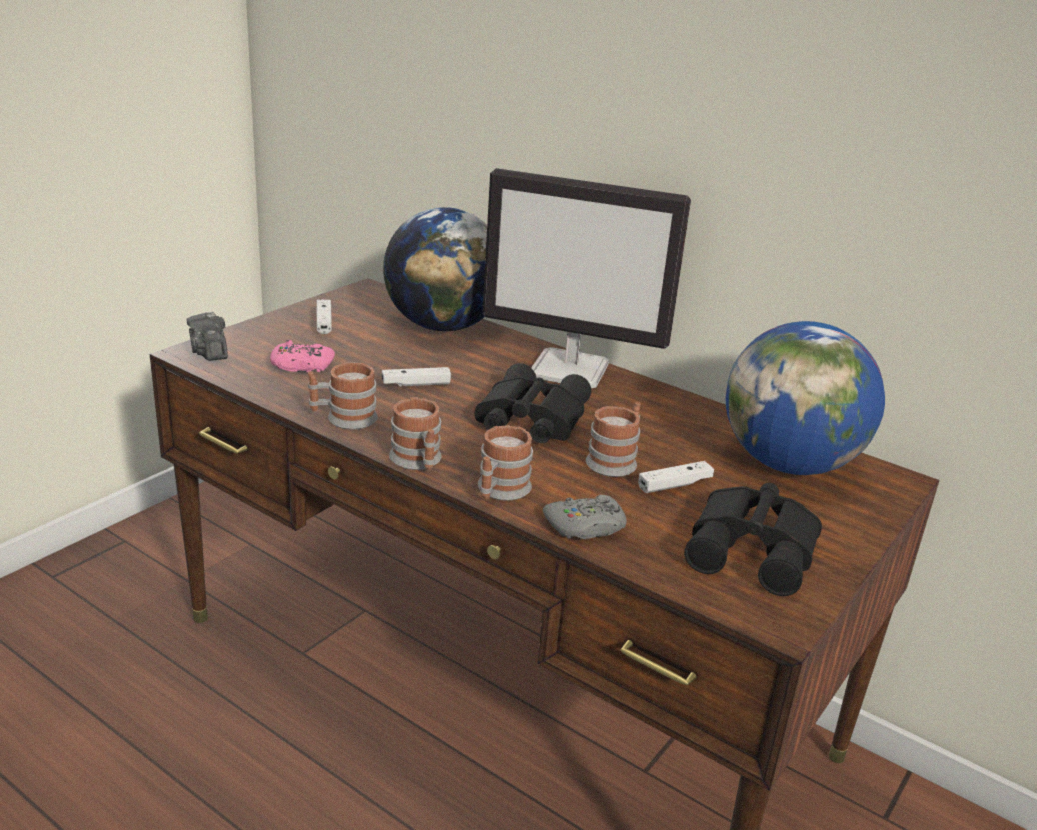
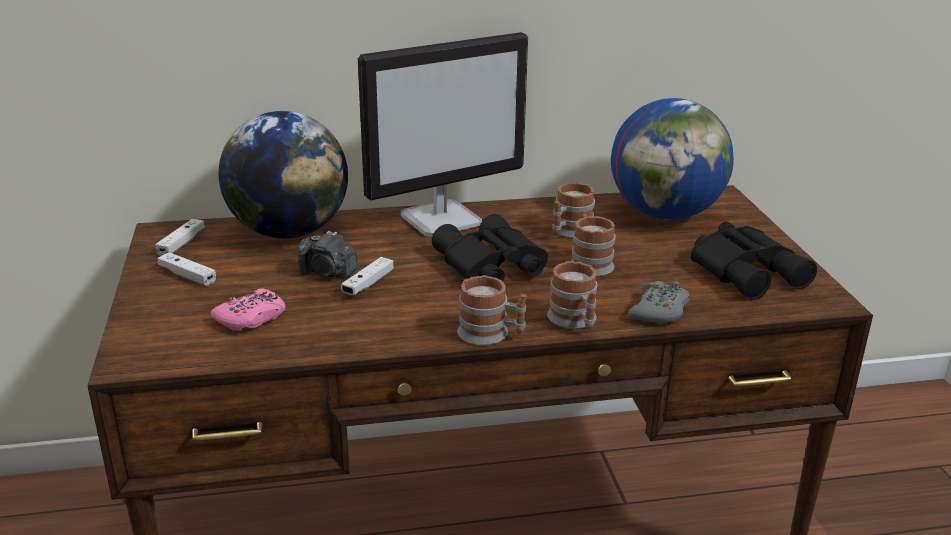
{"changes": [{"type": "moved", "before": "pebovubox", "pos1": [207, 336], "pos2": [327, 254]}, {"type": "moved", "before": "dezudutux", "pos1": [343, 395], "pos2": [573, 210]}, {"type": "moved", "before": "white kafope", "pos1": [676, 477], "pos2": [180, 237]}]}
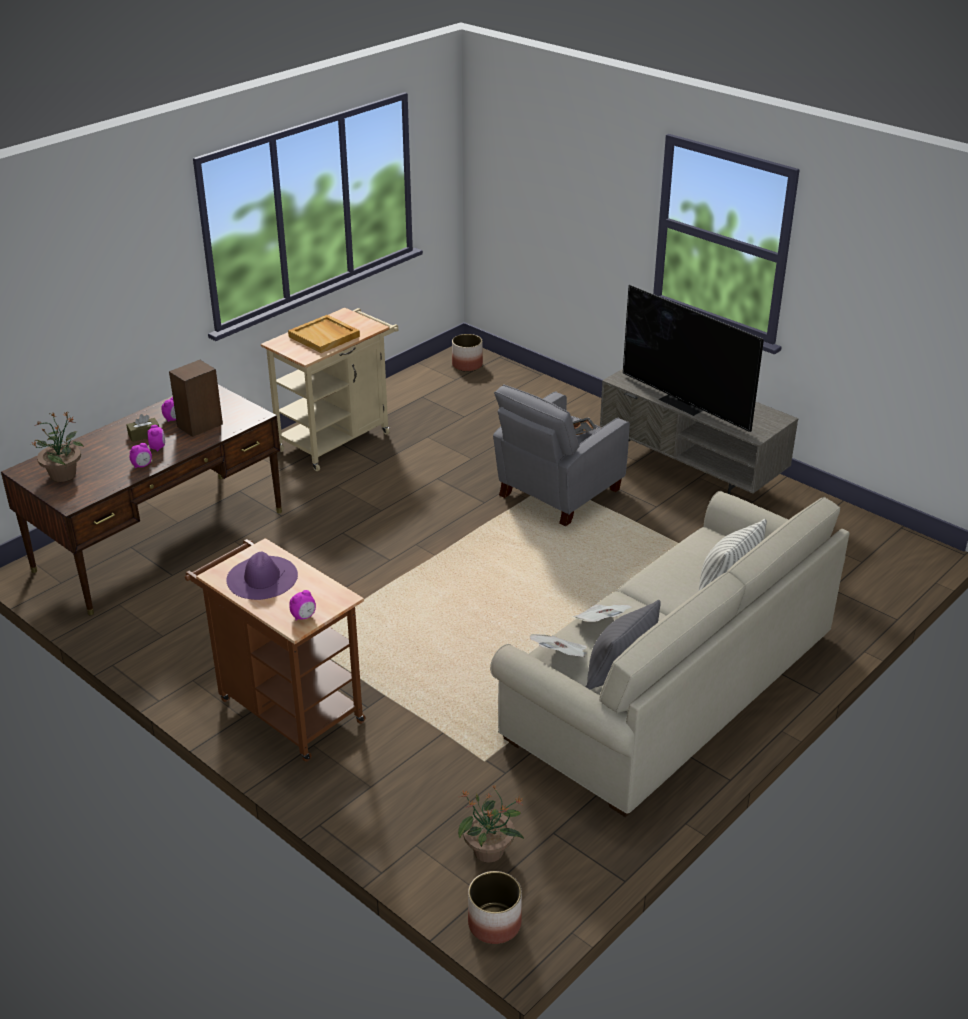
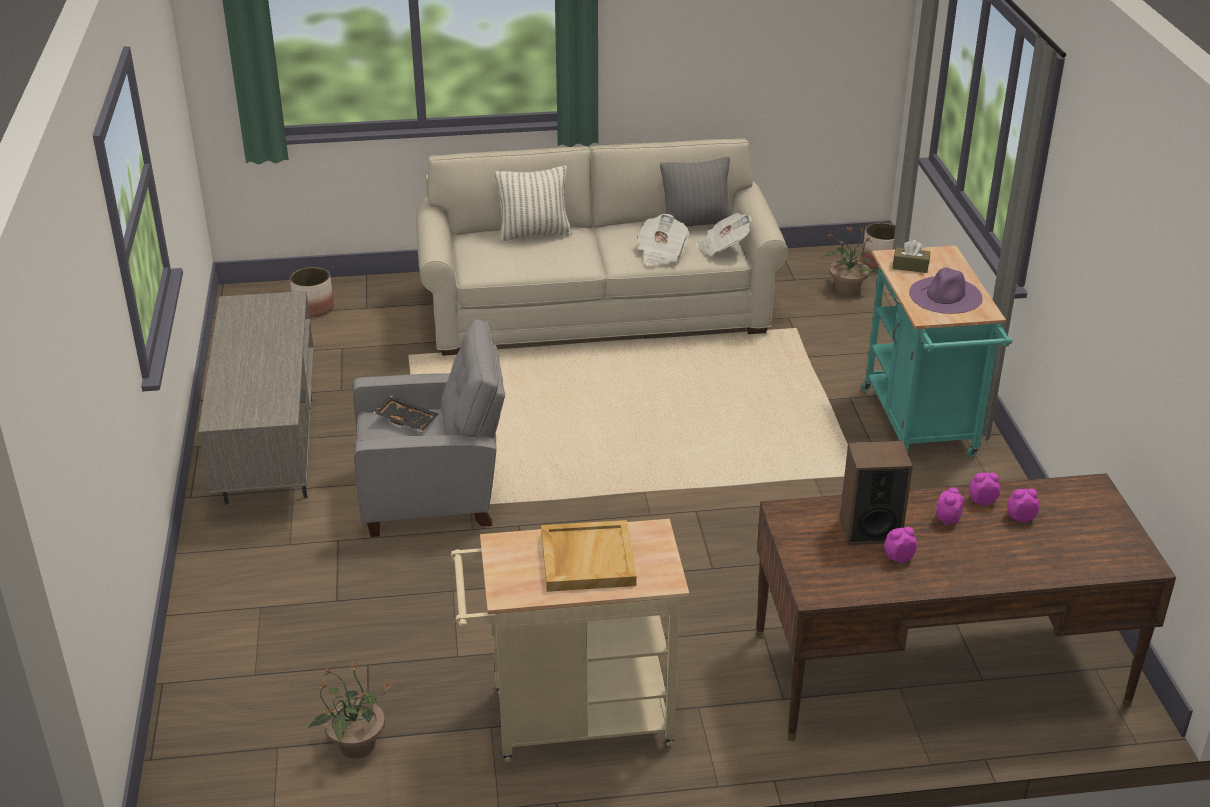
{"changes": [{"type": "moved", "before": "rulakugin", "pos1": [57, 446], "pos2": [349, 709]}, {"type": "moved", "before": "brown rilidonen", "pos1": [142, 428], "pos2": [911, 256]}, {"type": "recoloured", "before": "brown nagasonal", "after": "turquoise nagasonal", "pos1": [275, 650], "pos2": [936, 351]}, {"type": "moved", "before": "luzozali", "pos1": [303, 605], "pos2": [1023, 505]}, {"type": "moved", "before": "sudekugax", "pos1": [467, 353], "pos2": [312, 292]}, {"type": "removed", "before": "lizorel", "pos1": [693, 358]}]}
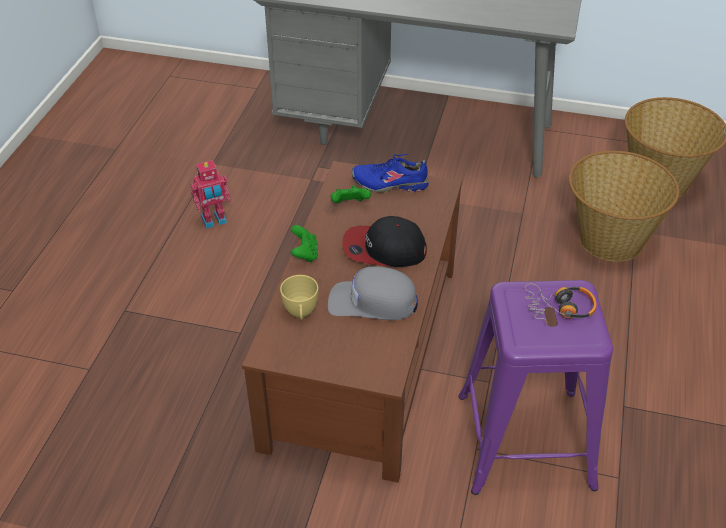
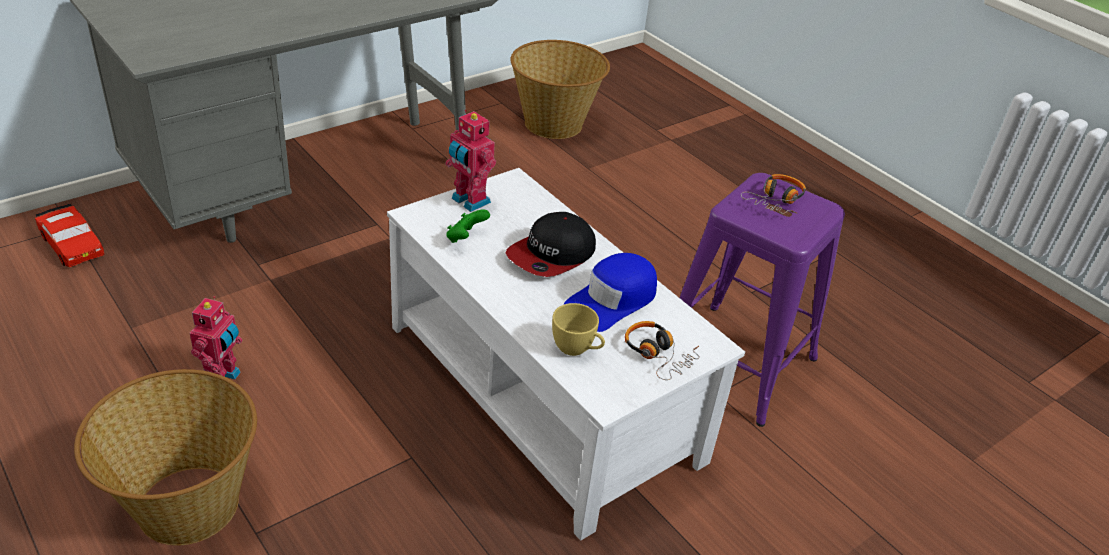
{"changes": [{"type": "recoloured", "before": "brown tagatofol", "after": "white tagatofol", "pos1": [352, 322], "pos2": [566, 354]}, {"type": "removed", "before": "green kafope", "pos1": [304, 243]}, {"type": "recoloured", "before": "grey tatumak", "after": "blue tatumak", "pos1": [373, 293], "pos2": [610, 292]}, {"type": "replaced", "before": "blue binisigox", "after": "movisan", "pos1": [390, 173], "pos2": [470, 161]}, {"type": "moved", "before": "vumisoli", "pos1": [624, 206], "pos2": [165, 457]}, {"type": "added", "after": "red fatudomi", "pos2": [69, 235]}, {"type": "added", "after": "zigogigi", "pos2": [662, 350]}]}
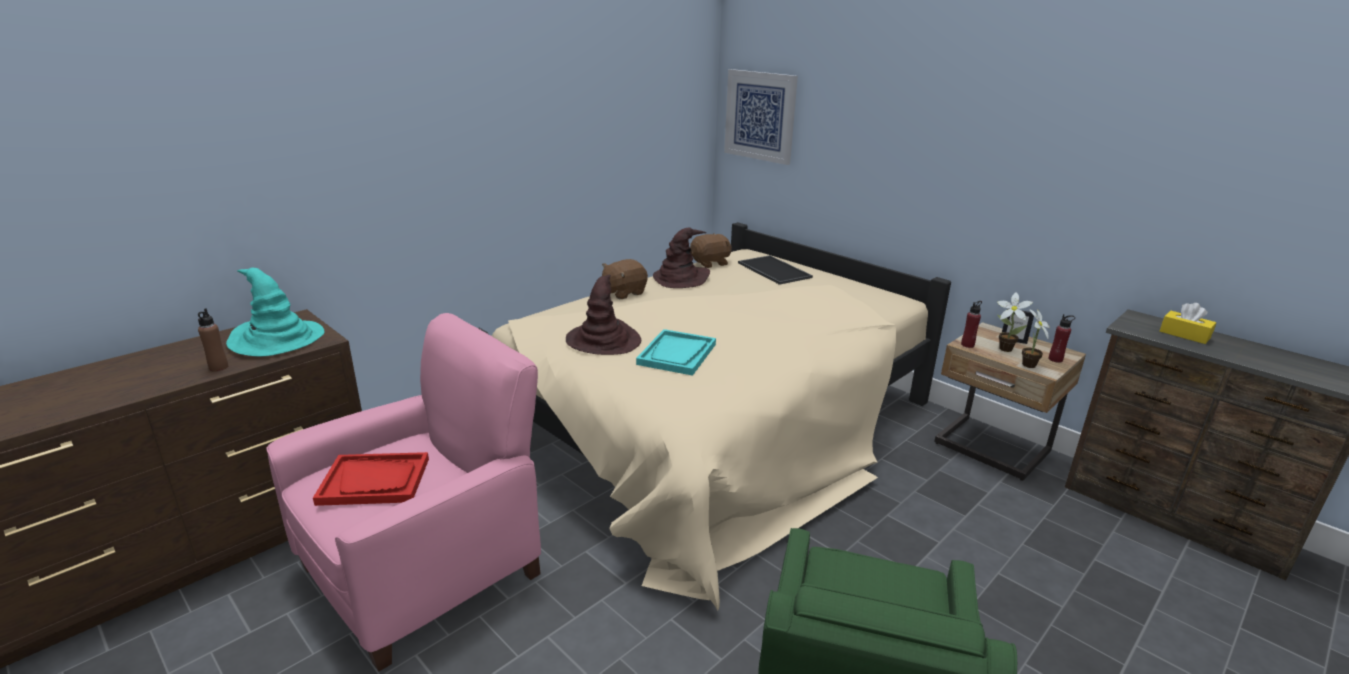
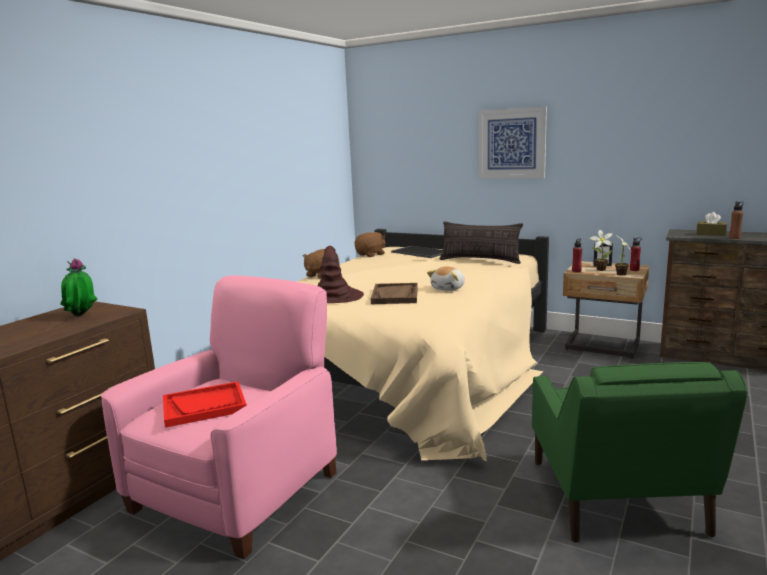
{"changes": [{"type": "moved", "before": "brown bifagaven", "pos1": [213, 339], "pos2": [736, 220]}, {"type": "replaced", "before": "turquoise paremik", "after": "rulakugin", "pos1": [275, 312], "pos2": [78, 287]}, {"type": "recoloured", "before": "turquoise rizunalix", "after": "brown rizunalix", "pos1": [676, 352], "pos2": [394, 293]}, {"type": "removed", "before": "brown paremik", "pos1": [681, 258]}, {"type": "moved", "before": "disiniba", "pos1": [761, 117], "pos2": [513, 142]}, {"type": "recoloured", "before": "yellow rilidonen", "after": "brown rilidonen", "pos1": [1188, 323], "pos2": [711, 224]}, {"type": "added", "after": "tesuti", "pos2": [446, 279]}, {"type": "added", "after": "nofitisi", "pos2": [481, 242]}]}
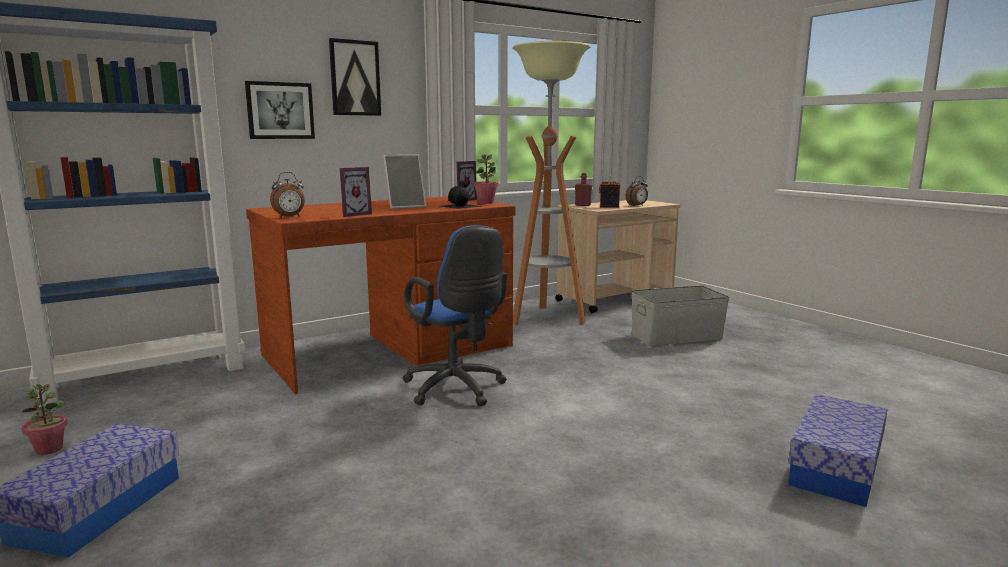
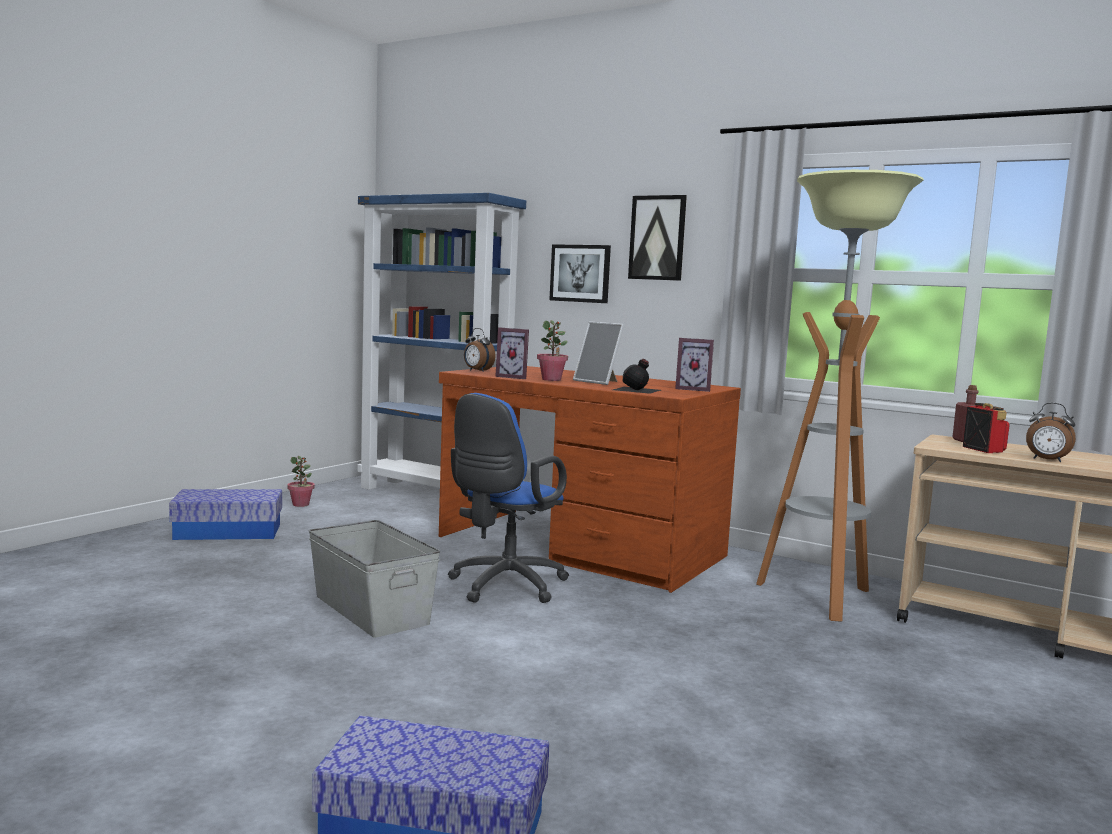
{"changes": [{"type": "moved", "before": "rulakugin", "pos1": [486, 179], "pos2": [552, 350]}, {"type": "moved", "before": "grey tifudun", "pos1": [680, 316], "pos2": [374, 579]}]}
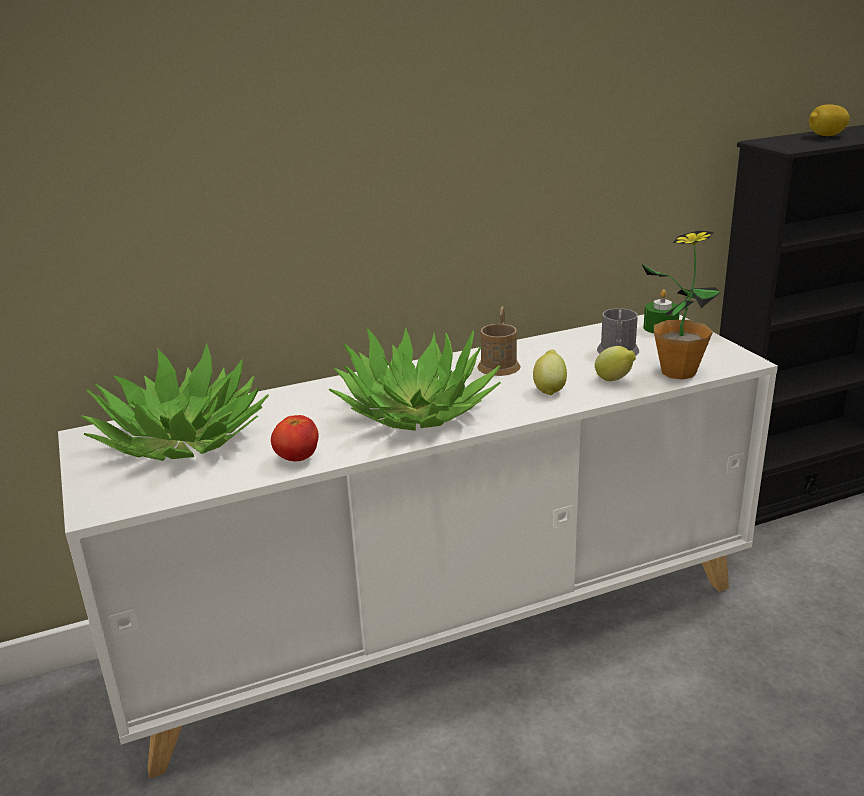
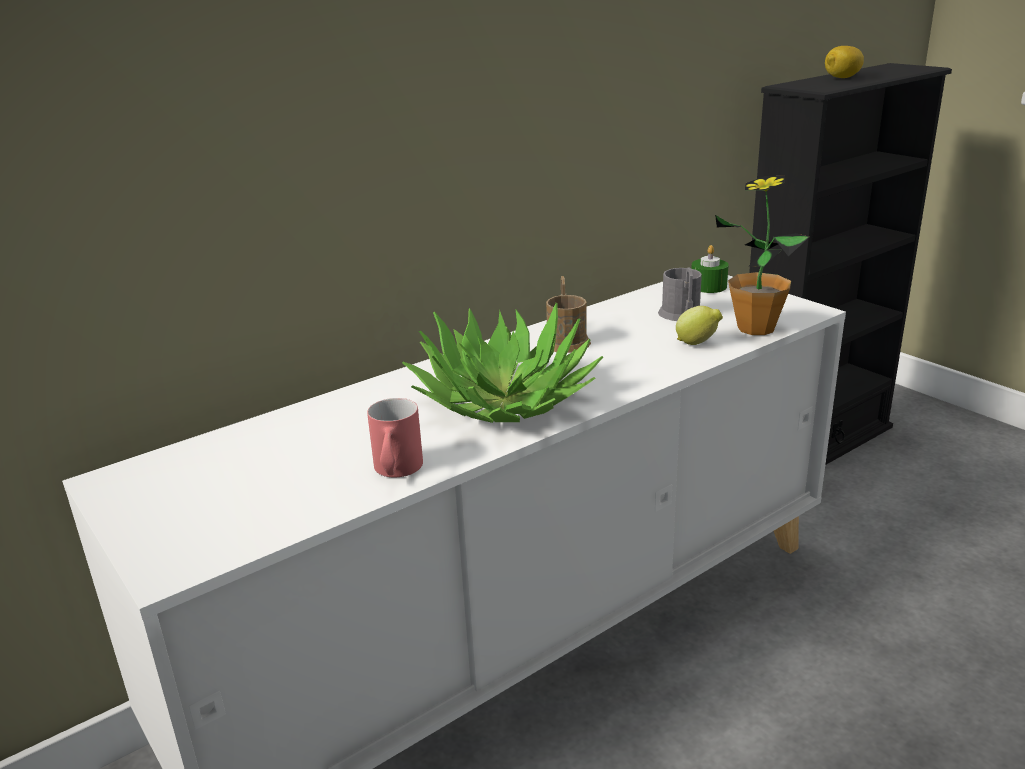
{"changes": [{"type": "removed", "before": "rulakugin", "pos1": [174, 402]}, {"type": "replaced", "before": "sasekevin", "after": "red dezudutux", "pos1": [294, 438], "pos2": [395, 437]}, {"type": "removed", "before": "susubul", "pos1": [550, 372]}]}
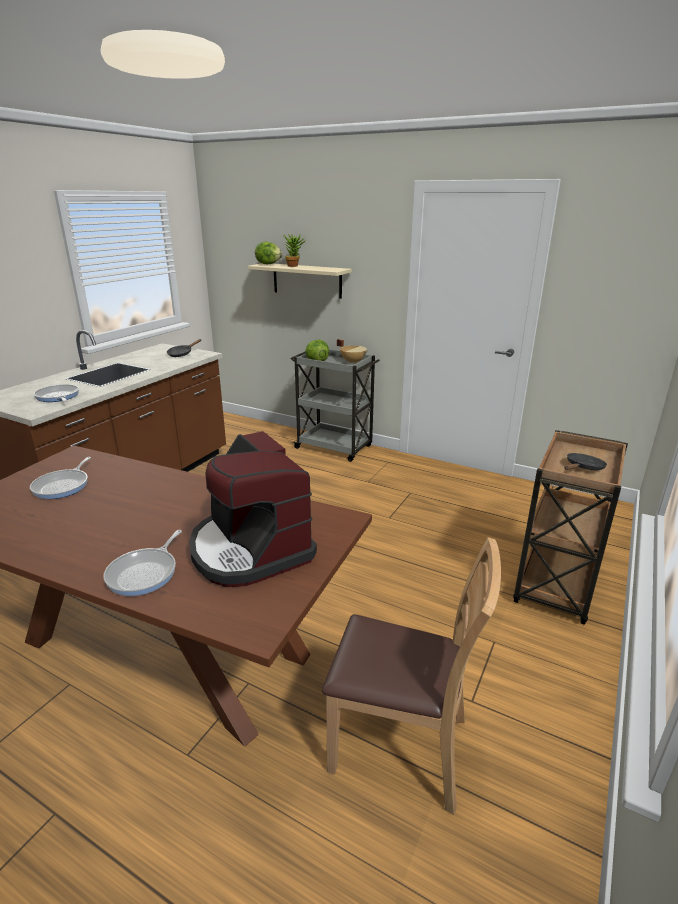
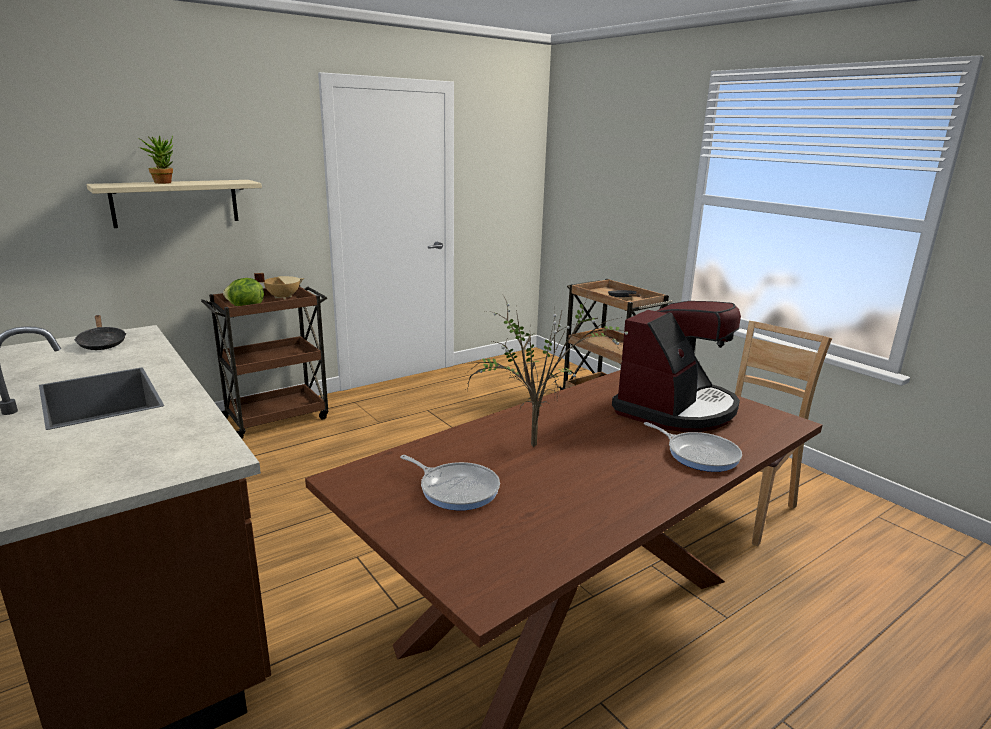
{"changes": [{"type": "removed", "before": "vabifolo", "pos1": [56, 393]}, {"type": "turned", "before": "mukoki", "pos1": [253, 509], "pos2": [676, 366], "turn": -45}, {"type": "removed", "before": "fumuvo", "pos1": [268, 253]}, {"type": "recoloured", "before": "grey nagasonal", "after": "brown nagasonal", "pos1": [335, 405], "pos2": [264, 362]}, {"type": "added", "after": "rulakugin", "pos2": [549, 371]}]}
